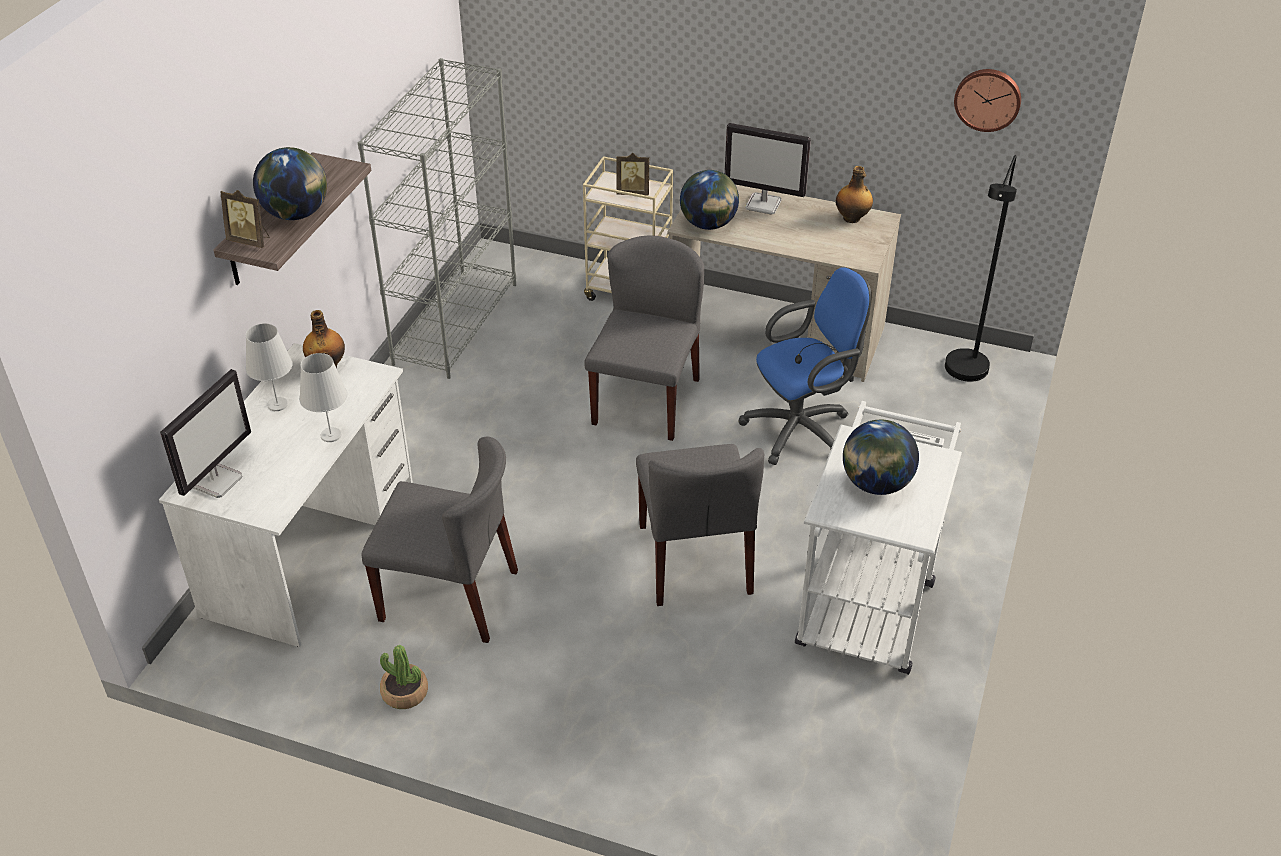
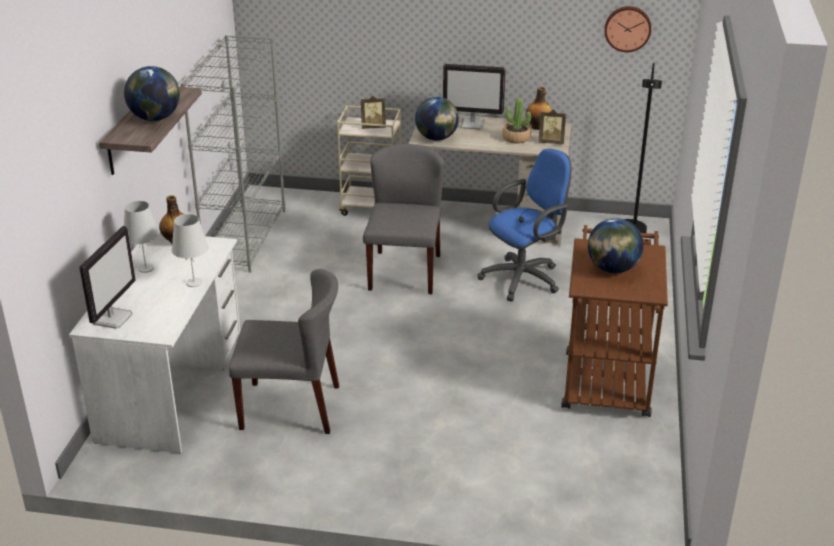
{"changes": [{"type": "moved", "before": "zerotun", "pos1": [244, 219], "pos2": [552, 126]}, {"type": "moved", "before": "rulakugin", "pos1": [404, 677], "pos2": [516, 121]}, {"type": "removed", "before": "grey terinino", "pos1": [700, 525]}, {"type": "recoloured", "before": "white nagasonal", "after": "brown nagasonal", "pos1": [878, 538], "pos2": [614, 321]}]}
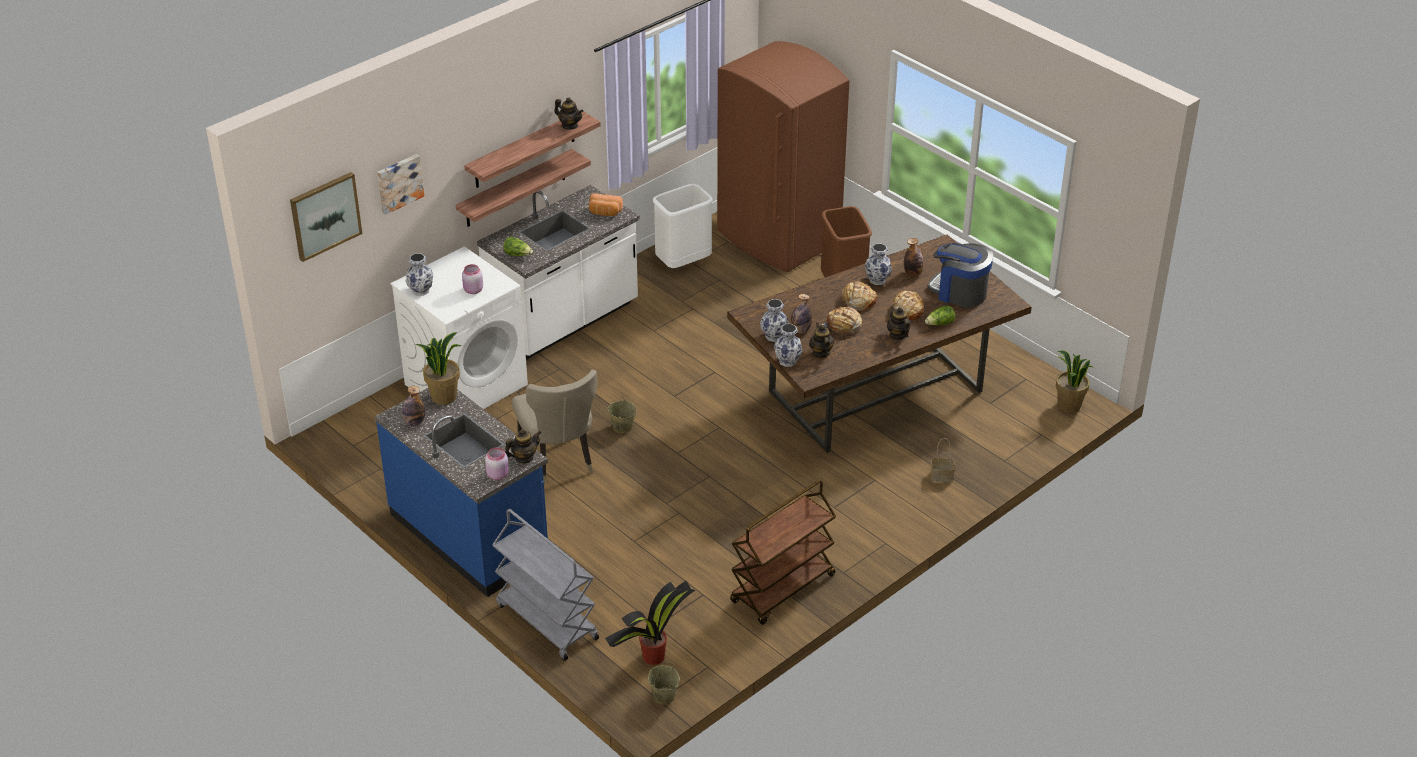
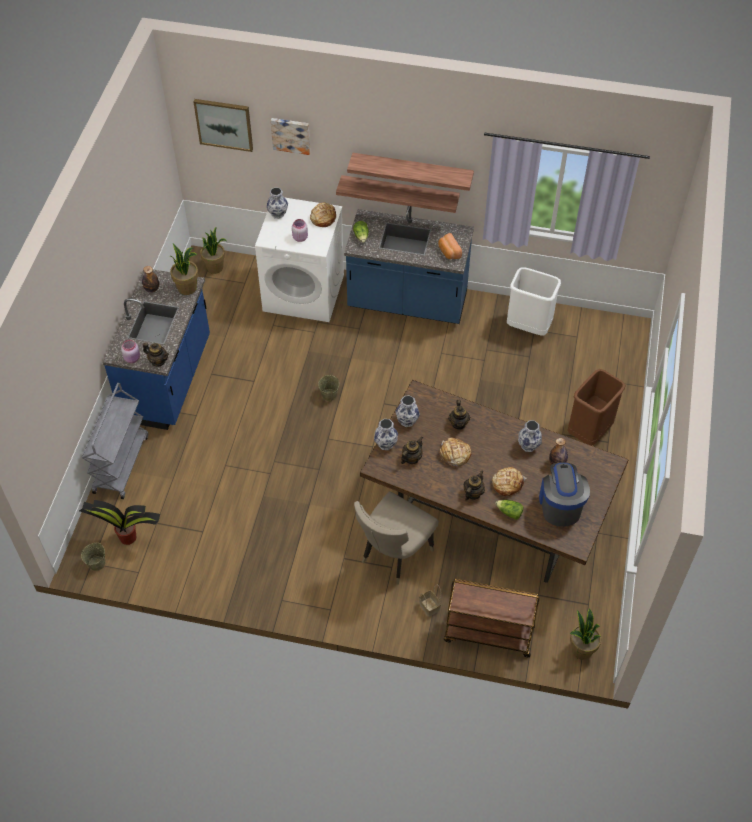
{"changes": [{"type": "recoloured", "before": "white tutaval", "after": "blue tutaval", "pos1": [558, 272], "pos2": [409, 265]}, {"type": "moved", "before": "beige terinino", "pos1": [554, 427], "pos2": [396, 538]}, {"type": "moved", "before": "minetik", "pos1": [569, 114], "pos2": [459, 415]}, {"type": "removed", "before": "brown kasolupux", "pos1": [783, 156]}, {"type": "moved", "before": "brown nagasonal", "pos1": [783, 552], "pos2": [491, 618]}, {"type": "removed", "before": "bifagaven", "pos1": [801, 313]}, {"type": "moved", "before": "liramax", "pos1": [860, 296], "pos2": [323, 214]}, {"type": "added", "after": "rulakugin", "pos2": [213, 250]}]}
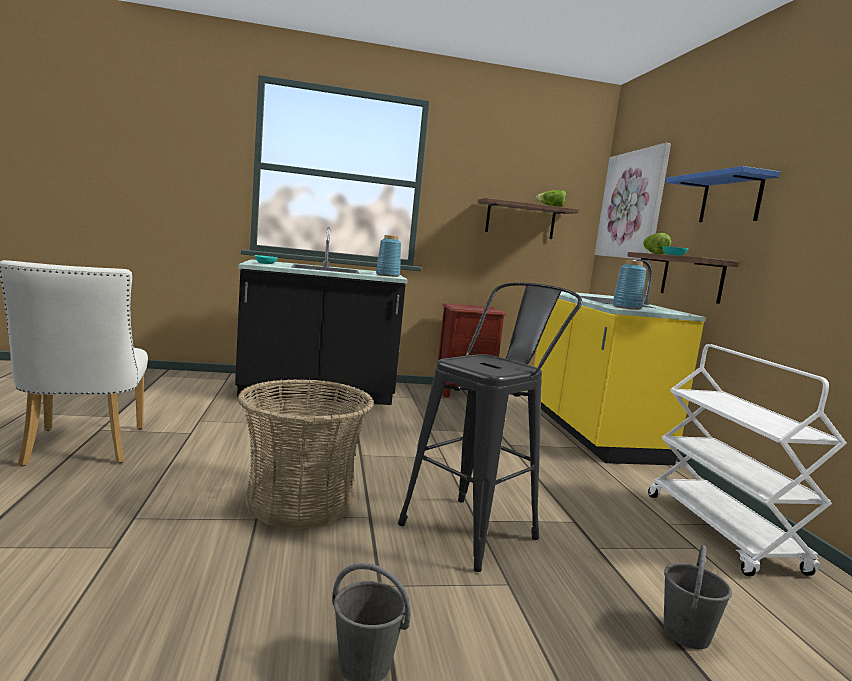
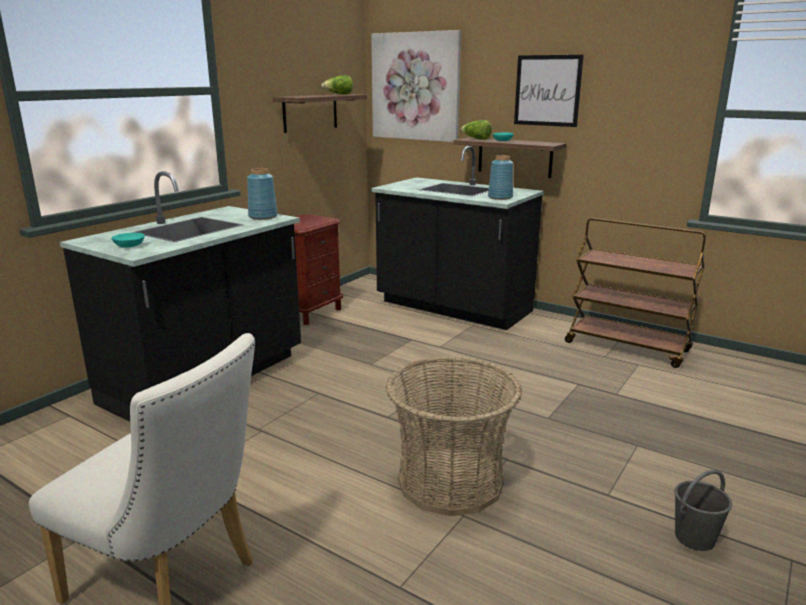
{"changes": [{"type": "removed", "before": "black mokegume", "pos1": [490, 427]}, {"type": "recoloured", "before": "yellow tutaval", "after": "black tutaval", "pos1": [620, 362], "pos2": [457, 238]}, {"type": "recoloured", "before": "white nagasonal", "after": "brown nagasonal", "pos1": [747, 460], "pos2": [635, 293]}, {"type": "removed", "before": "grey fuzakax", "pos1": [698, 597]}, {"type": "replaced", "before": "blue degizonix", "after": "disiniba", "pos1": [722, 194], "pos2": [549, 91]}]}
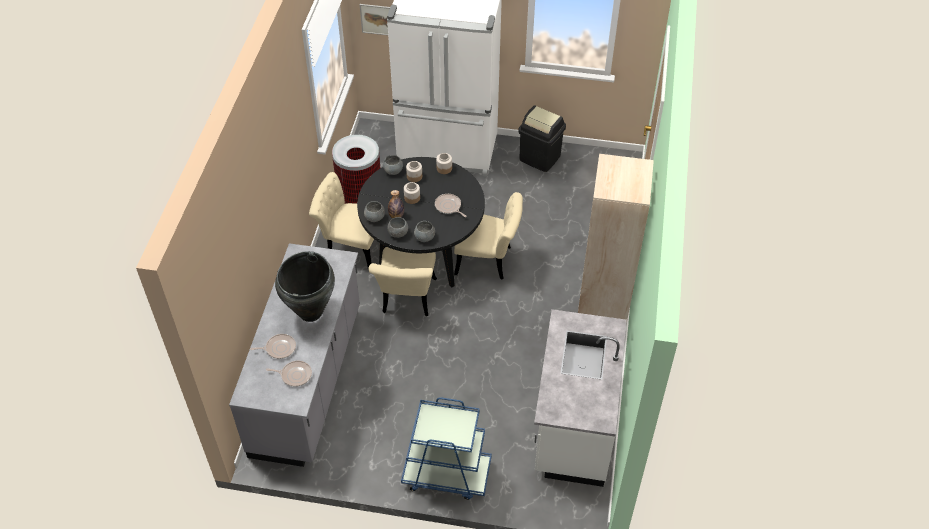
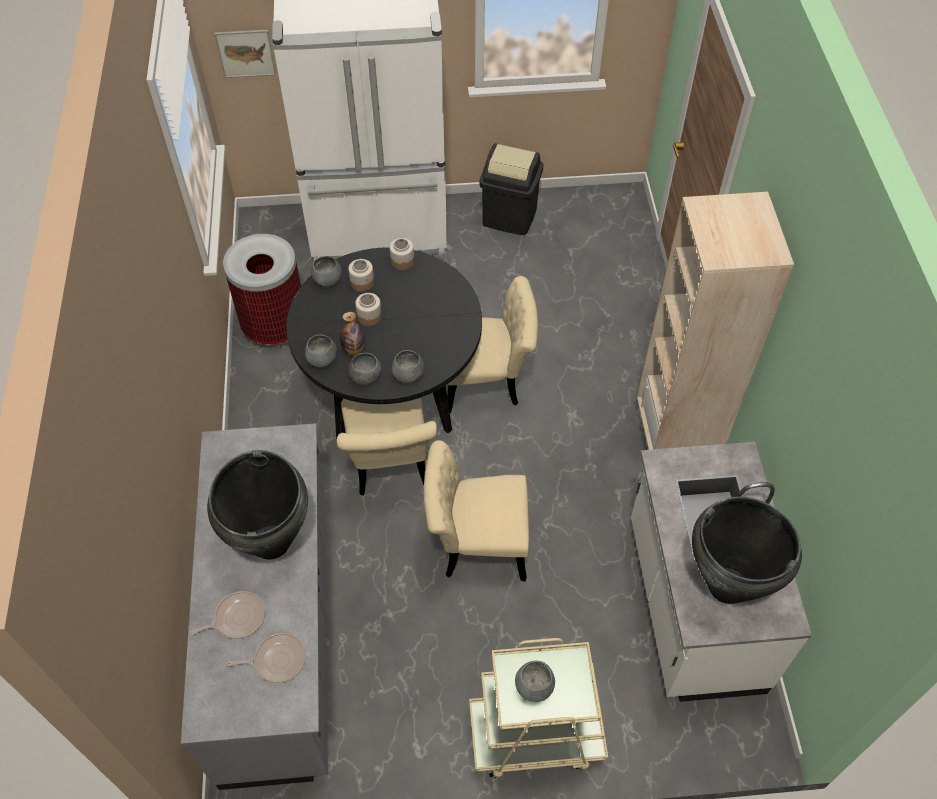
{"changes": [{"type": "moved", "before": "beige terinino", "pos1": [341, 220], "pos2": [476, 511]}, {"type": "recoloured", "before": "blue nagasonal", "after": "beige nagasonal", "pos1": [446, 448], "pos2": [538, 708]}, {"type": "removed", "before": "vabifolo", "pos1": [451, 205]}, {"type": "added", "after": "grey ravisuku", "pos2": [535, 681]}, {"type": "added", "after": "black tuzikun", "pos2": [747, 550]}]}
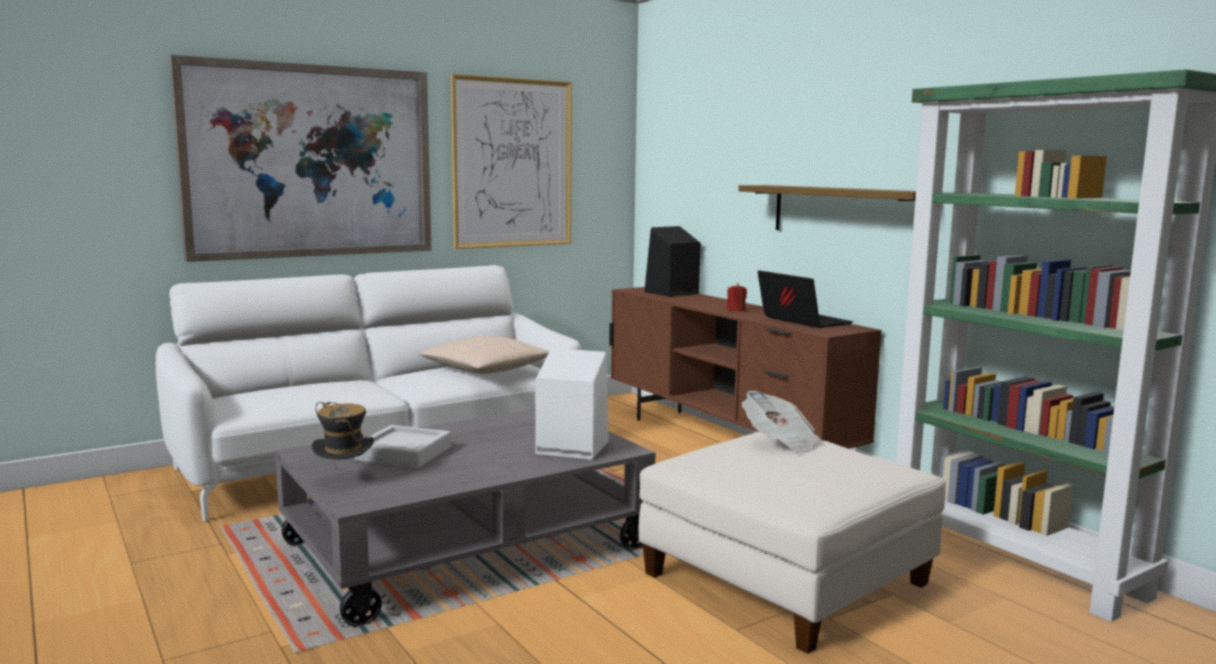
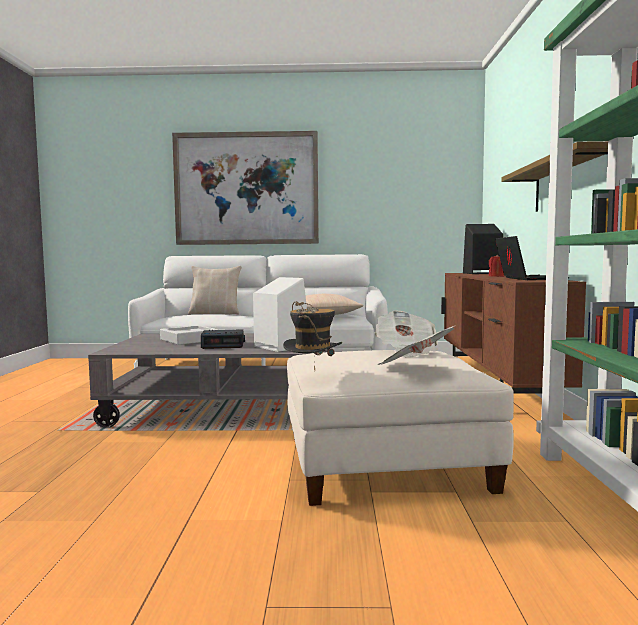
{"changes": [{"type": "moved", "before": "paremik", "pos1": [342, 435], "pos2": [312, 335]}, {"type": "removed", "before": "disiniba", "pos1": [511, 161]}, {"type": "added", "after": "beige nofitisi", "pos2": [215, 290]}, {"type": "added", "after": "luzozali", "pos2": [223, 339]}, {"type": "added", "after": "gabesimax", "pos2": [417, 345]}]}
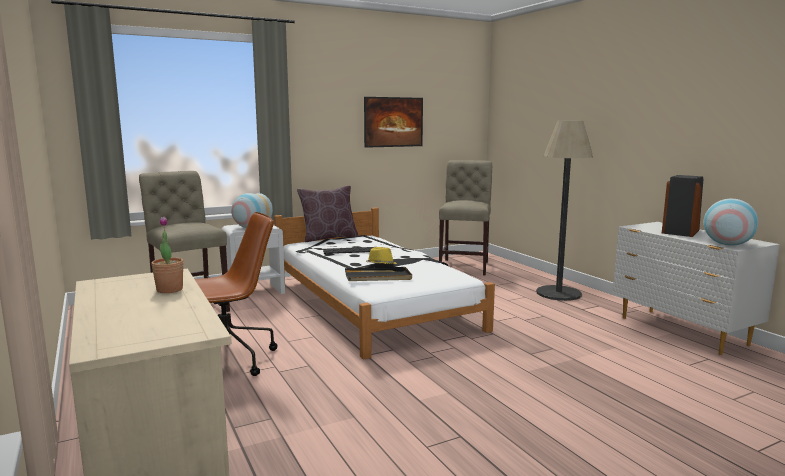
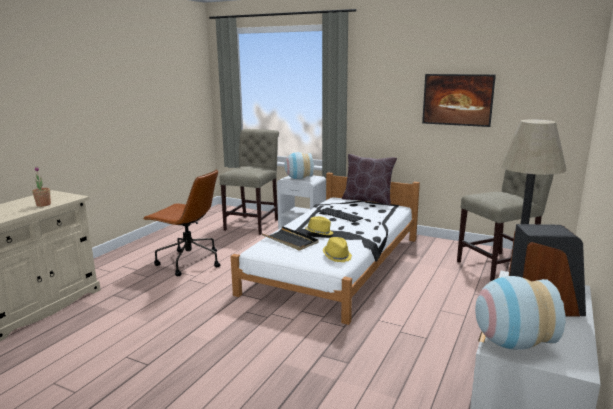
{"changes": [{"type": "added", "after": "yellow paremik", "pos2": [337, 249]}]}
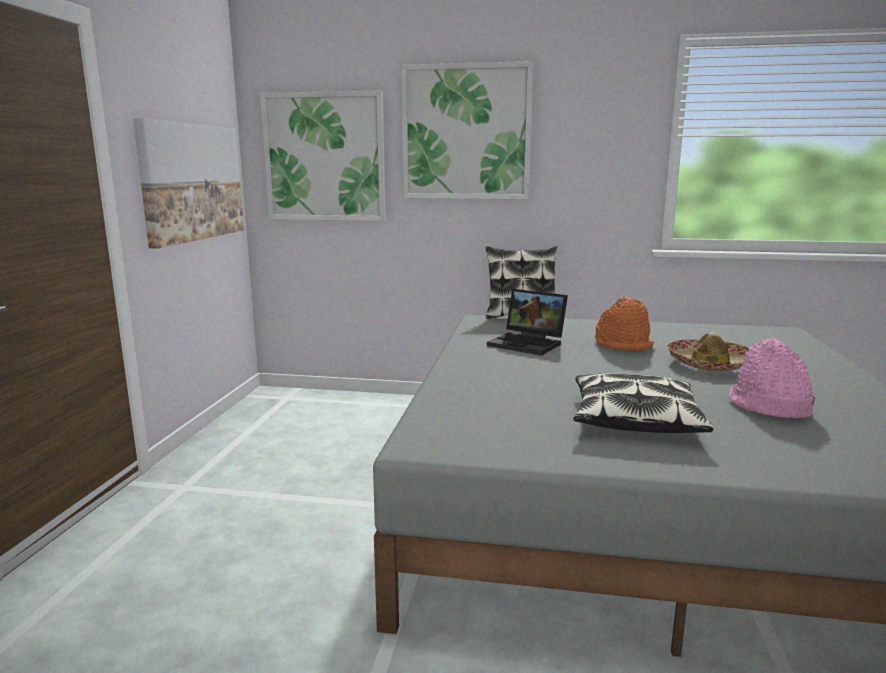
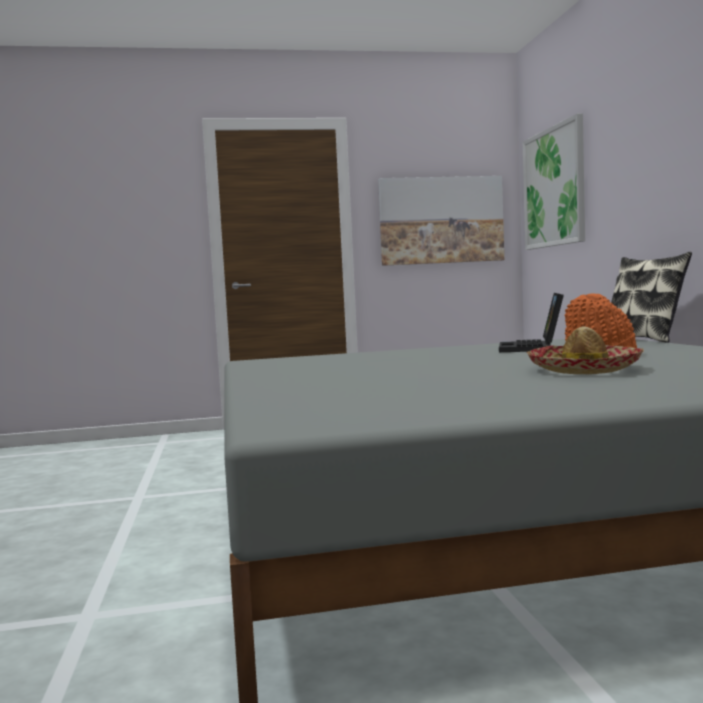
{"changes": [{"type": "removed", "before": "disiniba", "pos1": [467, 130]}, {"type": "removed", "before": "nofitisi", "pos1": [643, 403]}, {"type": "removed", "before": "pink paremik", "pos1": [771, 378]}]}
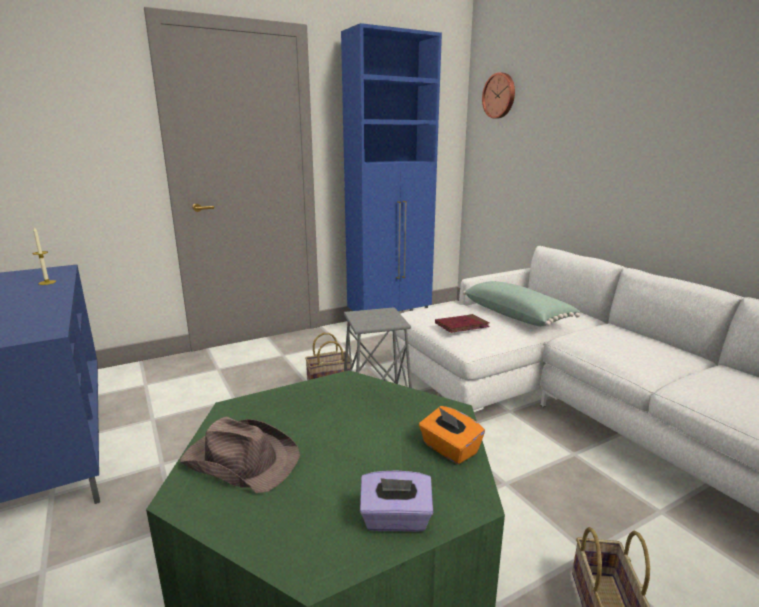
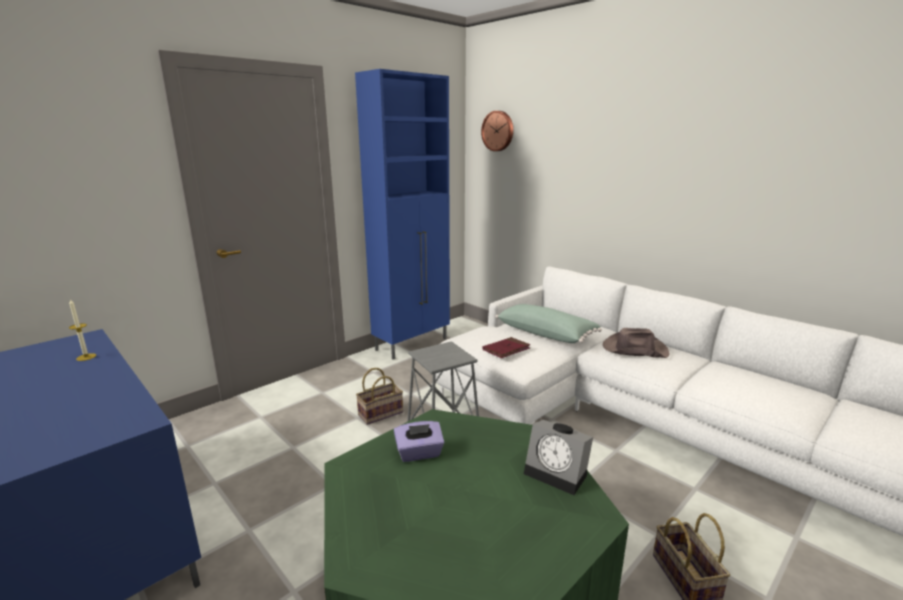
{"changes": [{"type": "moved", "before": "brown paremik", "pos1": [240, 455], "pos2": [636, 343]}, {"type": "moved", "before": "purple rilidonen", "pos1": [396, 501], "pos2": [419, 441]}, {"type": "replaced", "before": "orange rilidonen", "after": "luzozali", "pos1": [452, 435], "pos2": [558, 457]}]}
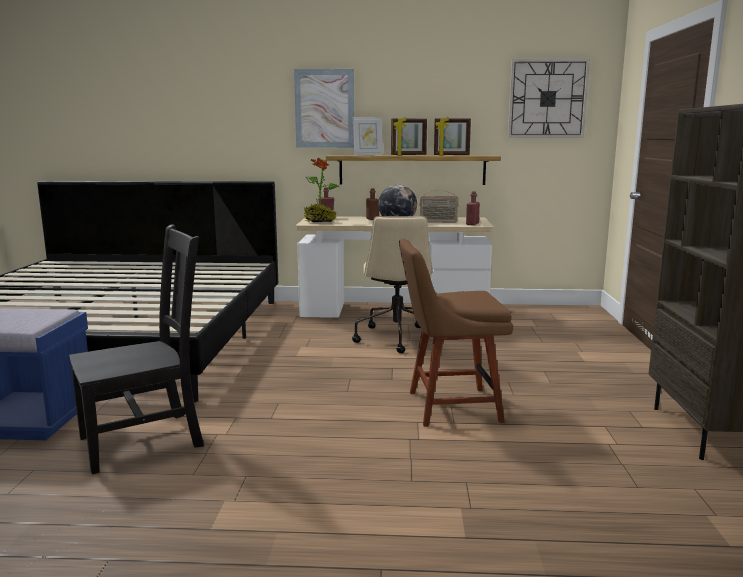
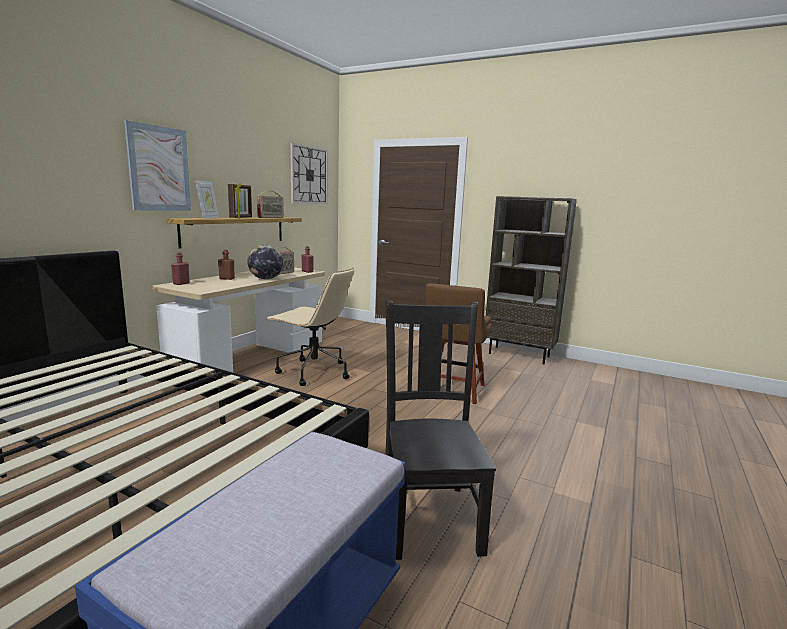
{"changes": [{"type": "removed", "before": "rulakugin", "pos1": [321, 190]}, {"type": "replaced", "before": "zerotun", "after": "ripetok", "pos1": [452, 136], "pos2": [270, 204]}]}
